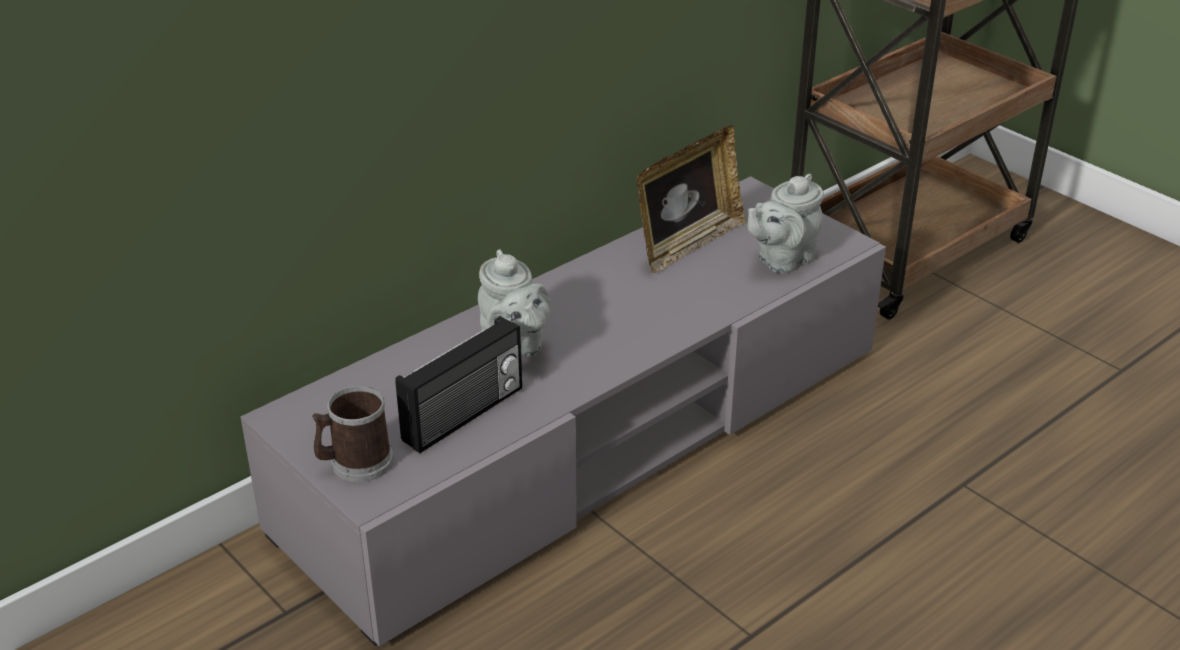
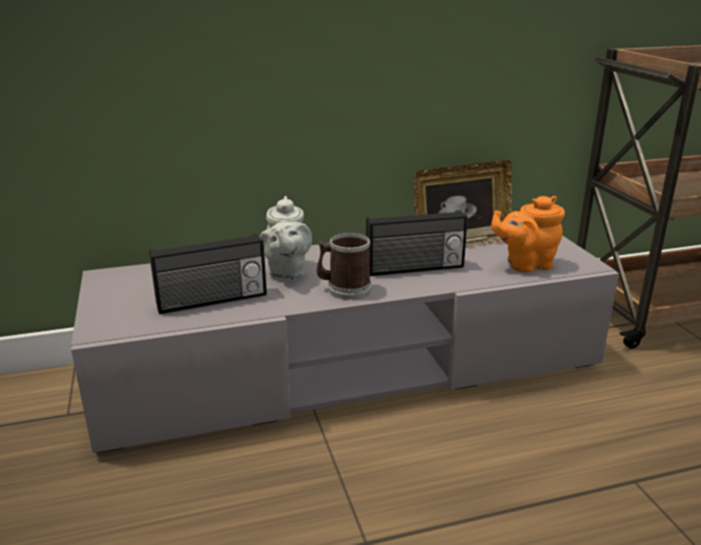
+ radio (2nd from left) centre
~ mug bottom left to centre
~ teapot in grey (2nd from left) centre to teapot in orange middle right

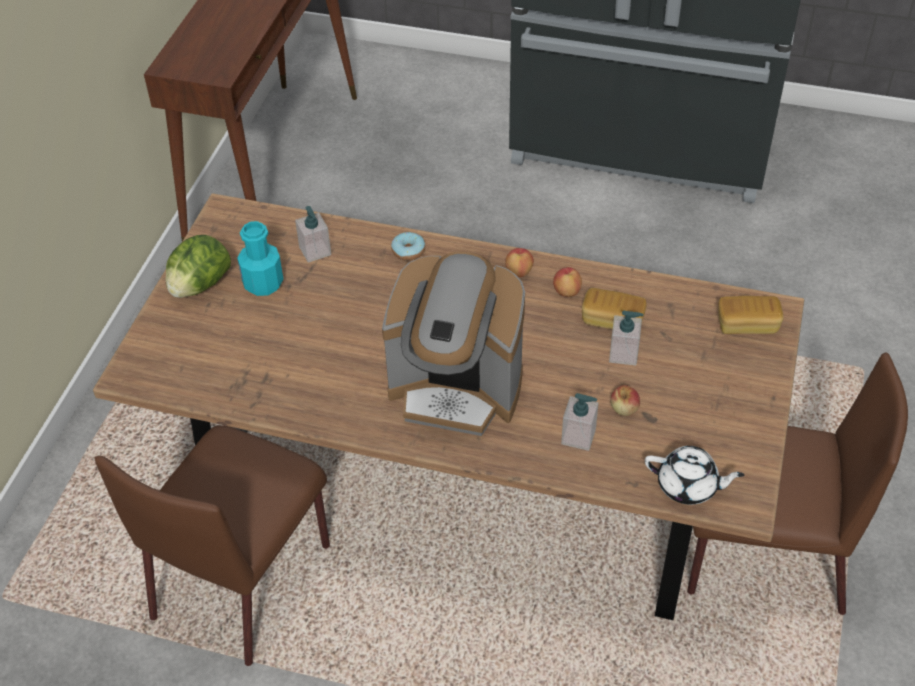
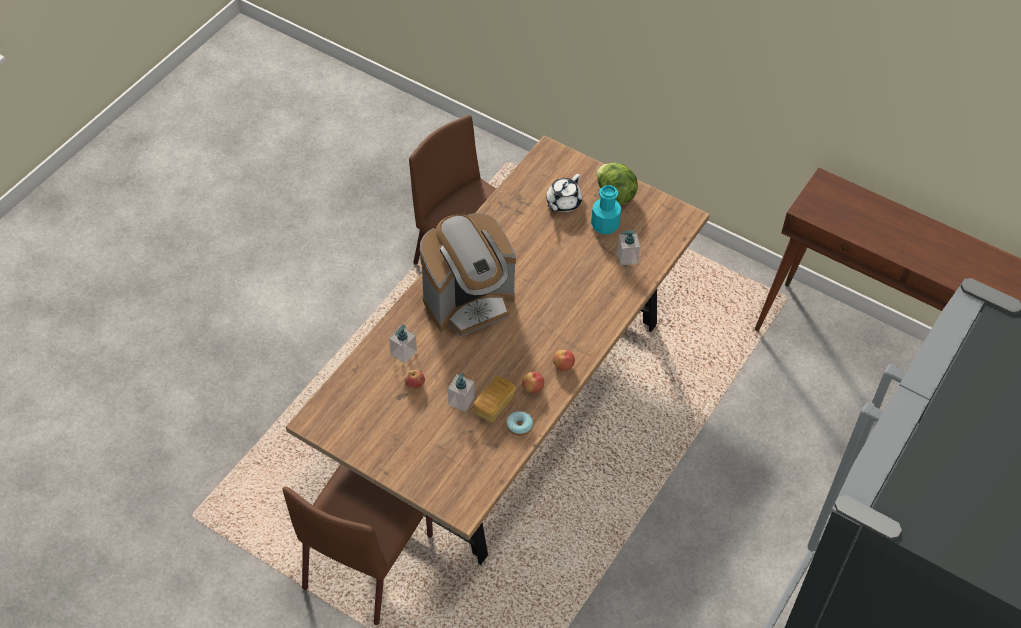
- bread (2nd from left) middle right
~ donut centre to bottom centre
~ teapot in white bottom right to top centre
~ coffee machine centre = centre 150 degrees counterclockwise

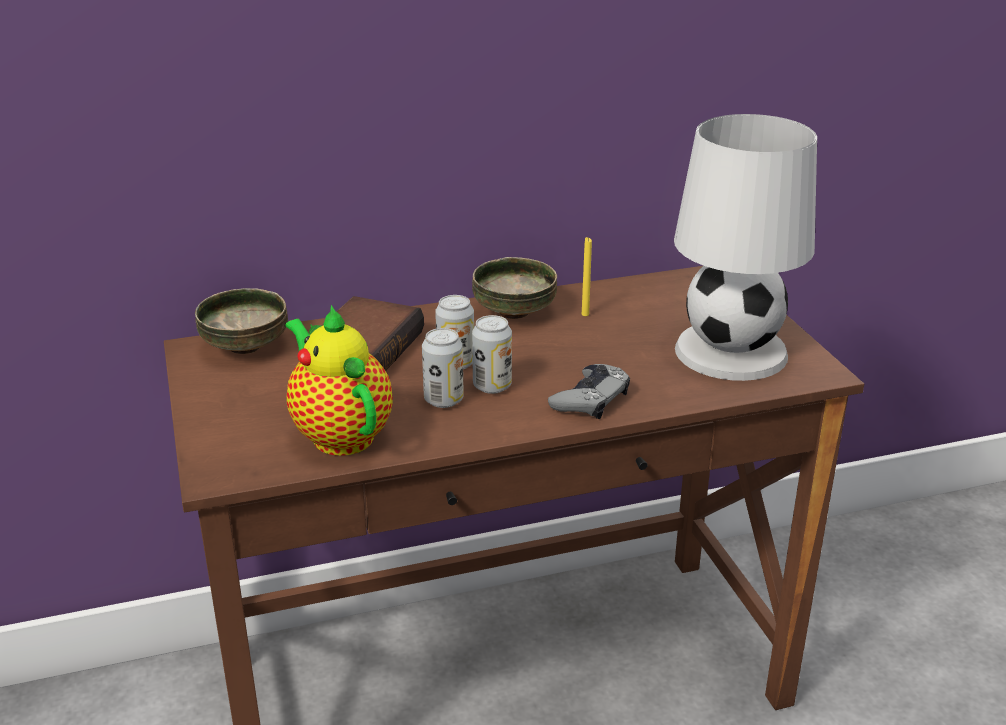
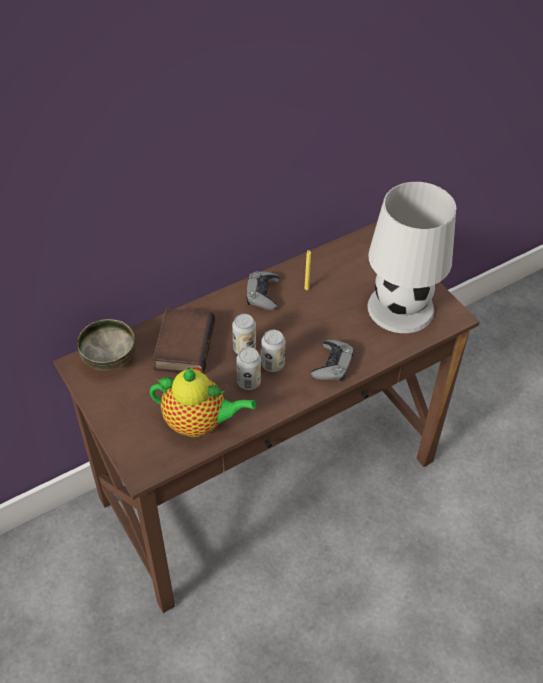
~ bowl (2nd from left) centre to game controller in grey (1st from left) centre
~ teapot centre = centre 150 degrees clockwise

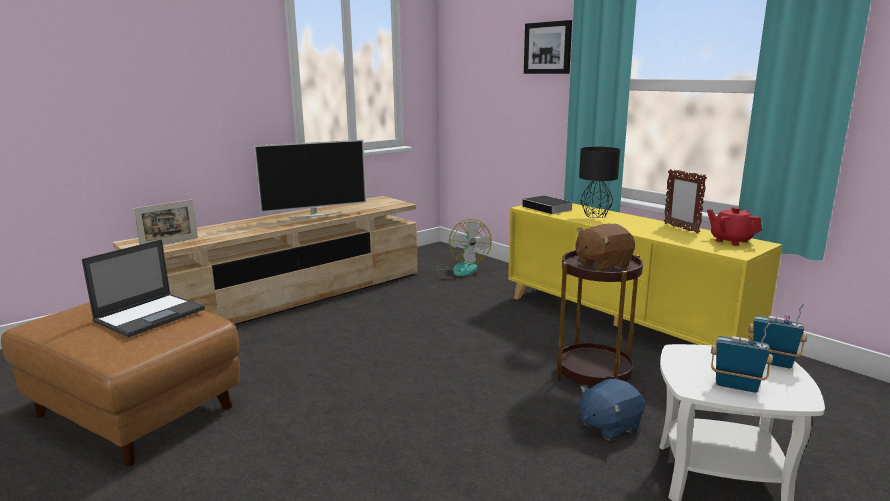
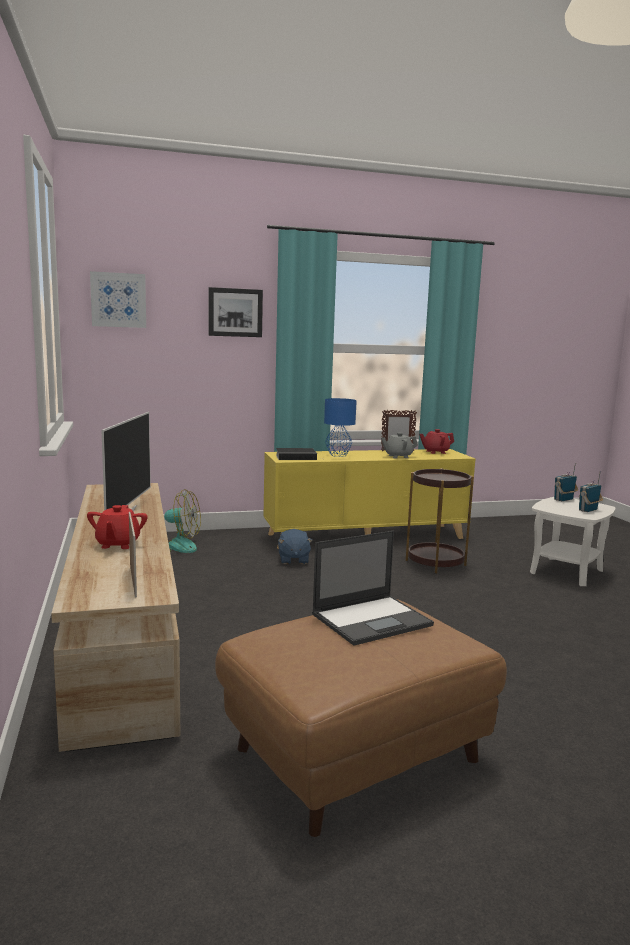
- plush toy in brown middle right
+ teapot in red (1st from left) middle left
+ picture (1st from left) top left
+ teapot in grey centre
~ plush toy in blue bottom right to centre
~ table lamp in black middle right to table lamp in blue centre
~ laptop middle left = centre 90 degrees clockwise

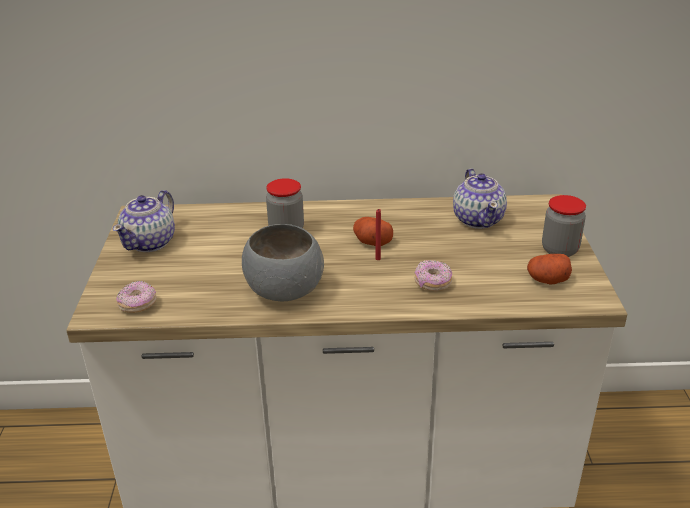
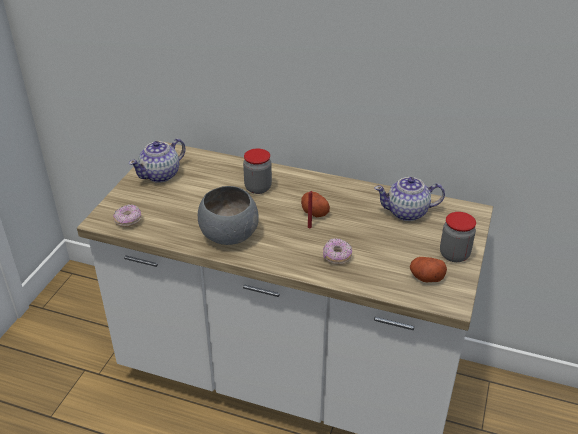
~ teapot (2nd from left) middle right = middle right 75 degrees clockwise

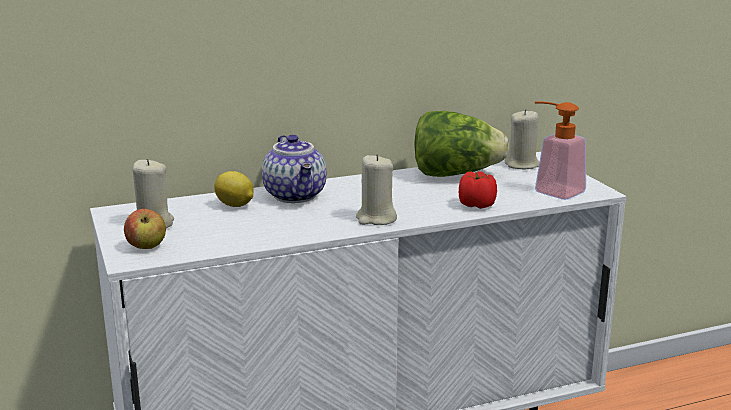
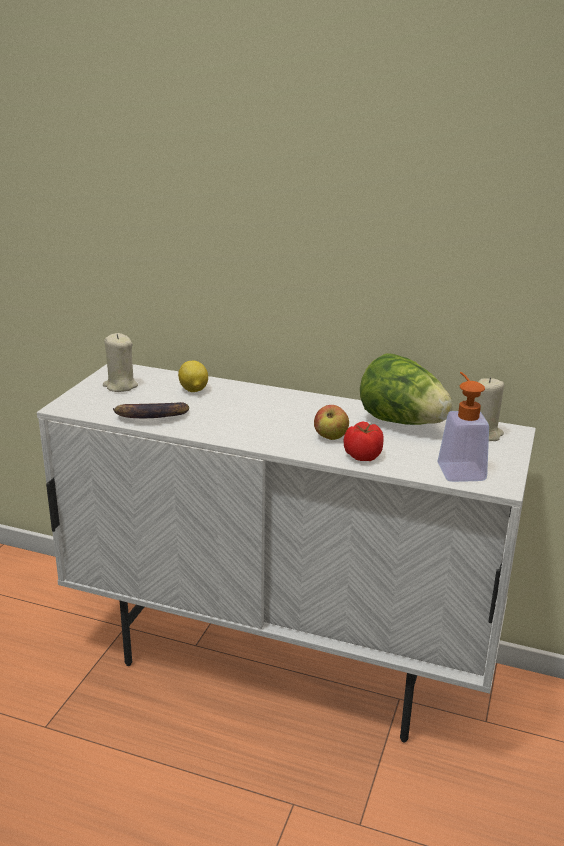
- teapot centre
- candle in beige (2nd from left) centre
+ banana middle left
~ apple middle left to centre

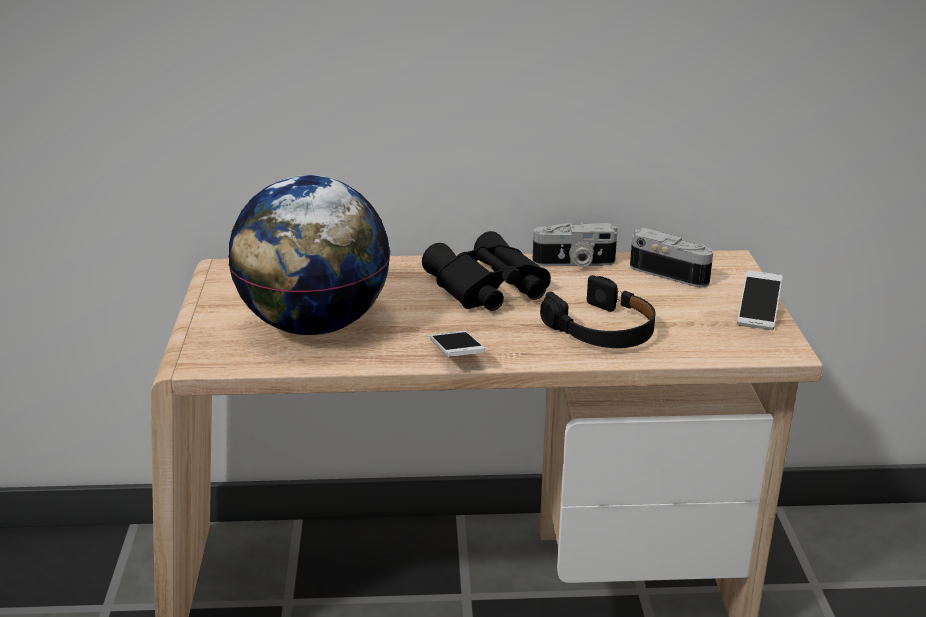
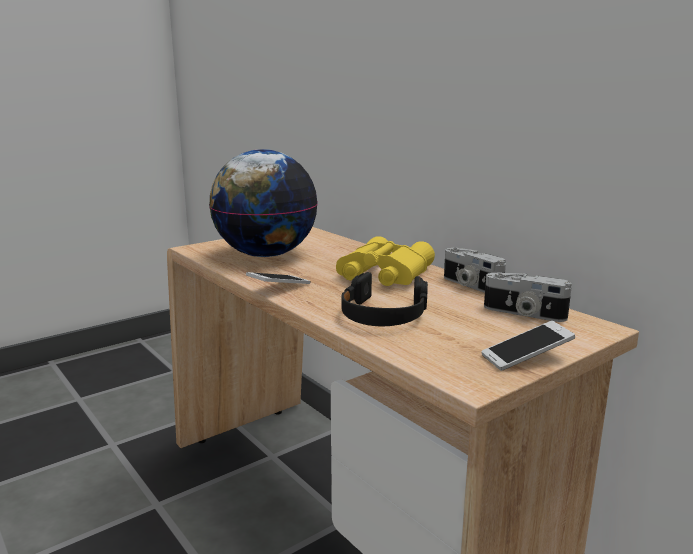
~ binoculars in black centre to binoculars in yellow centre
~ photo camera (2nd from left) middle right = middle right 120 degrees clockwise

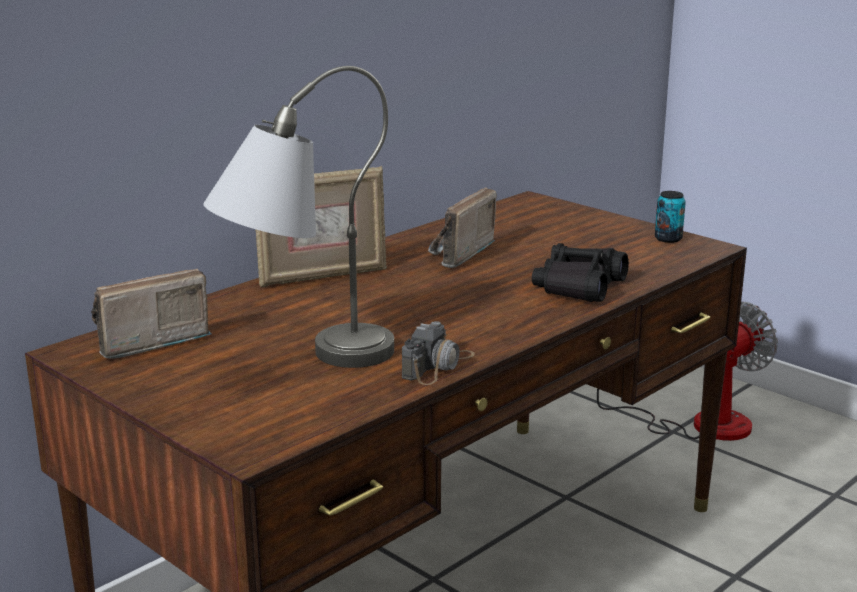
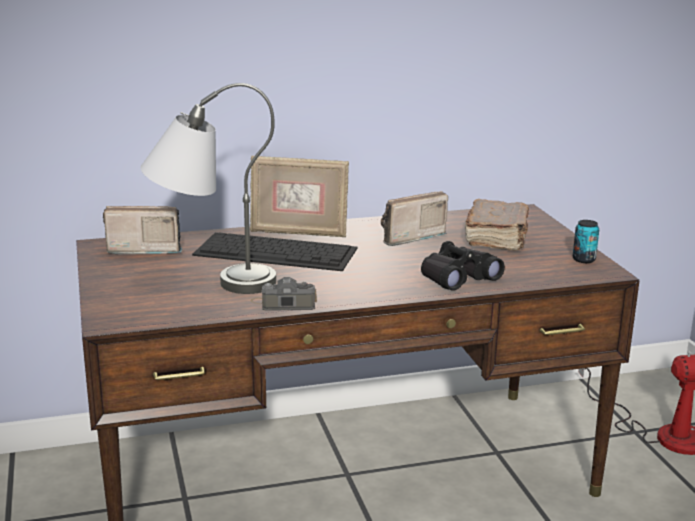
+ keyboard centre
+ book in brown middle right
~ photo camera centre = centre 150 degrees counterclockwise

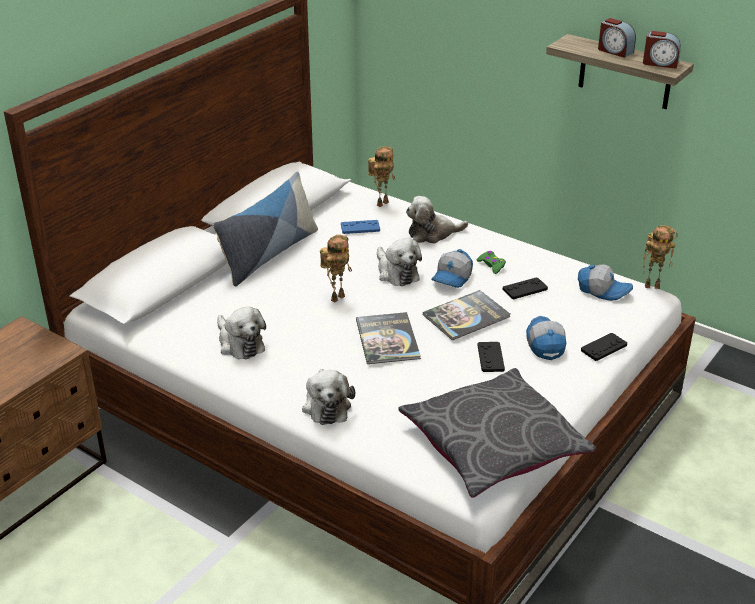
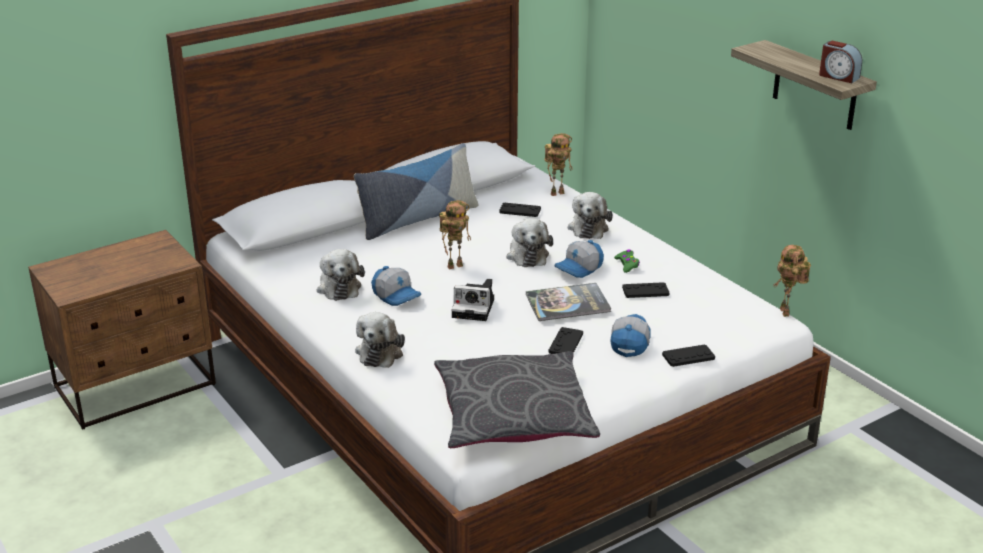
- alarm clock (1st from left) top right
~ cap (3rd from left in the first image) middle right to cap (1st from left) centre
~ book (1st from left) centre to photo camera centre
~ game controller in blue centre to game controller in black (1st from left) centre
~ plush toy (4th from left) centre = centre 90 degrees counterclockwise
~ toy robot (3rd from left) middle right = middle right 60 degrees clockwise

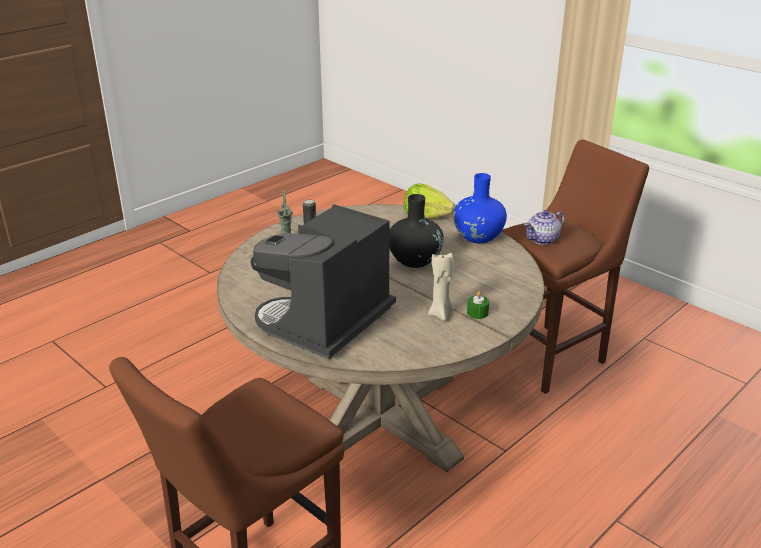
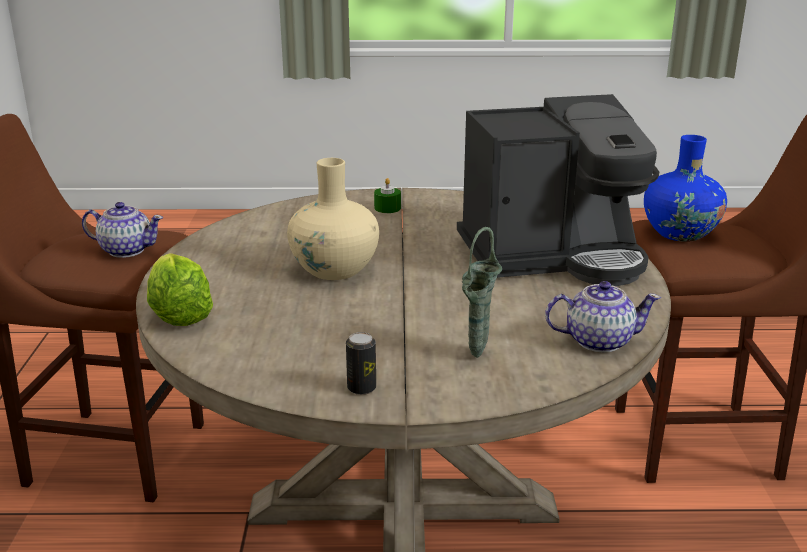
- candle in beige centre
+ teapot (2nd from left) middle right
~ vase in blue centre to middle right
~ vase in black centre to vase in beige centre

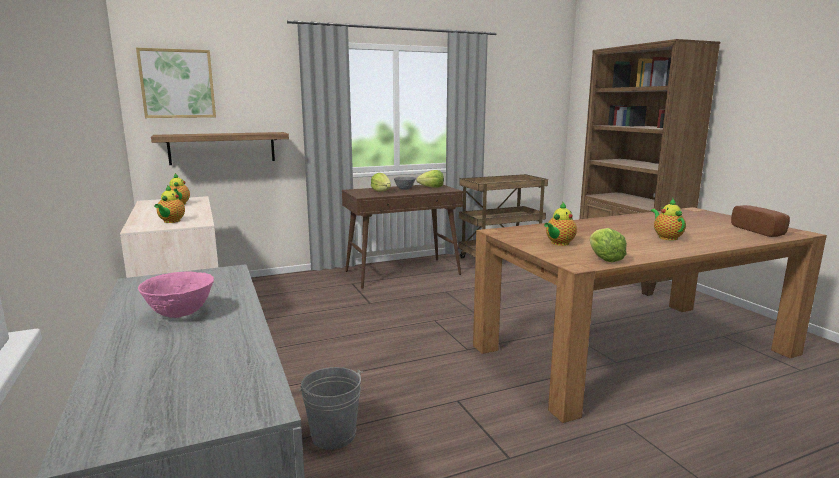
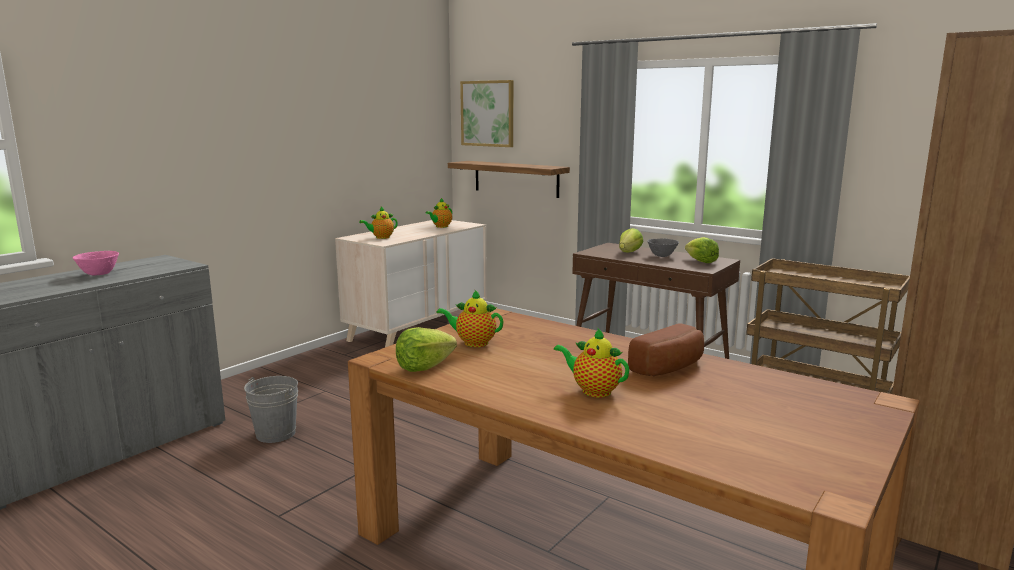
~ bread middle right to centre
~ teapot (4th from left) middle right = centre 105 degrees counterclockwise

